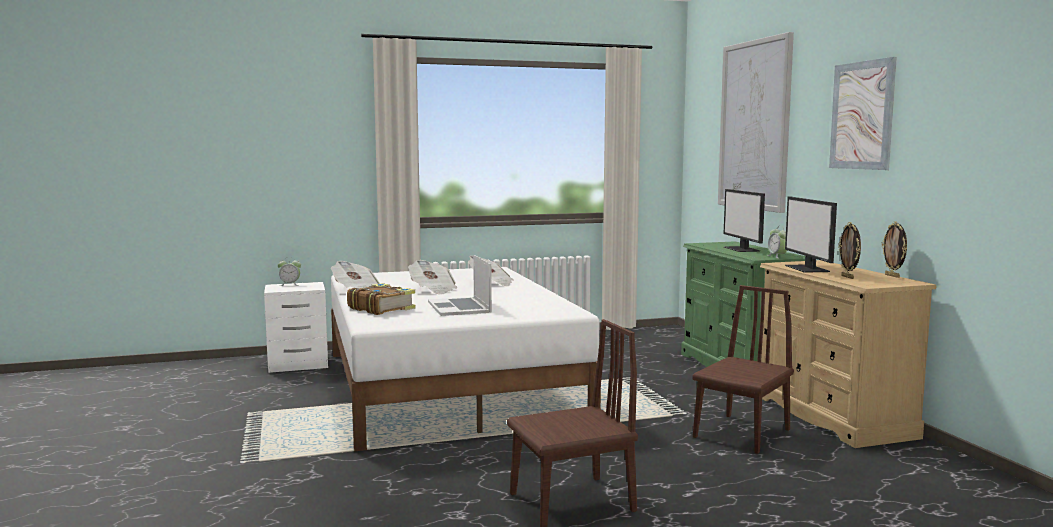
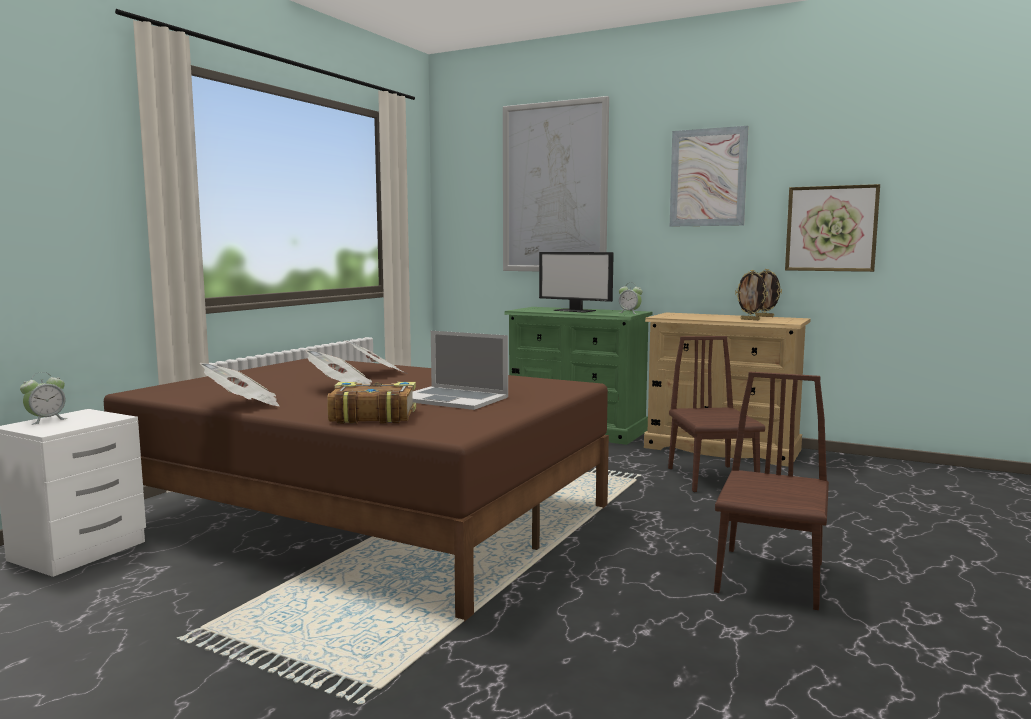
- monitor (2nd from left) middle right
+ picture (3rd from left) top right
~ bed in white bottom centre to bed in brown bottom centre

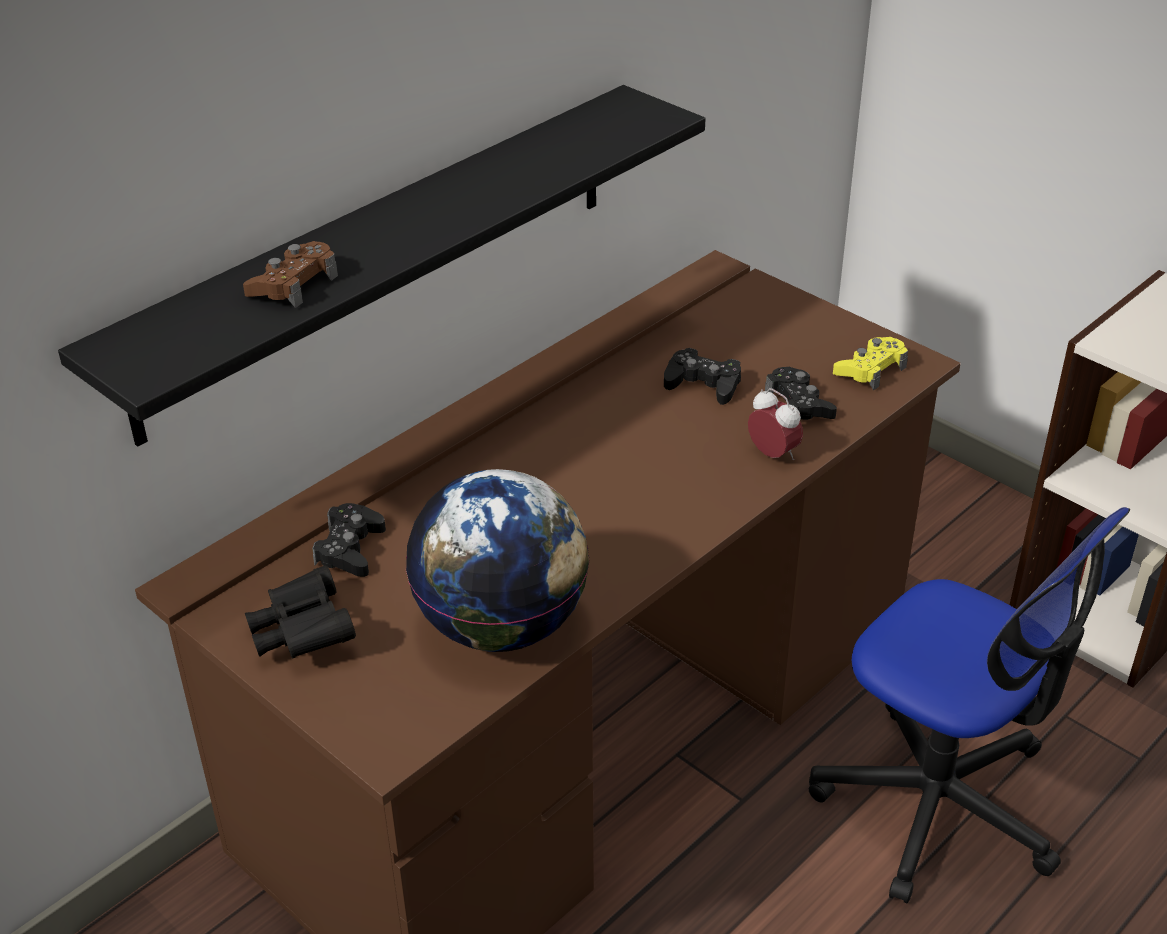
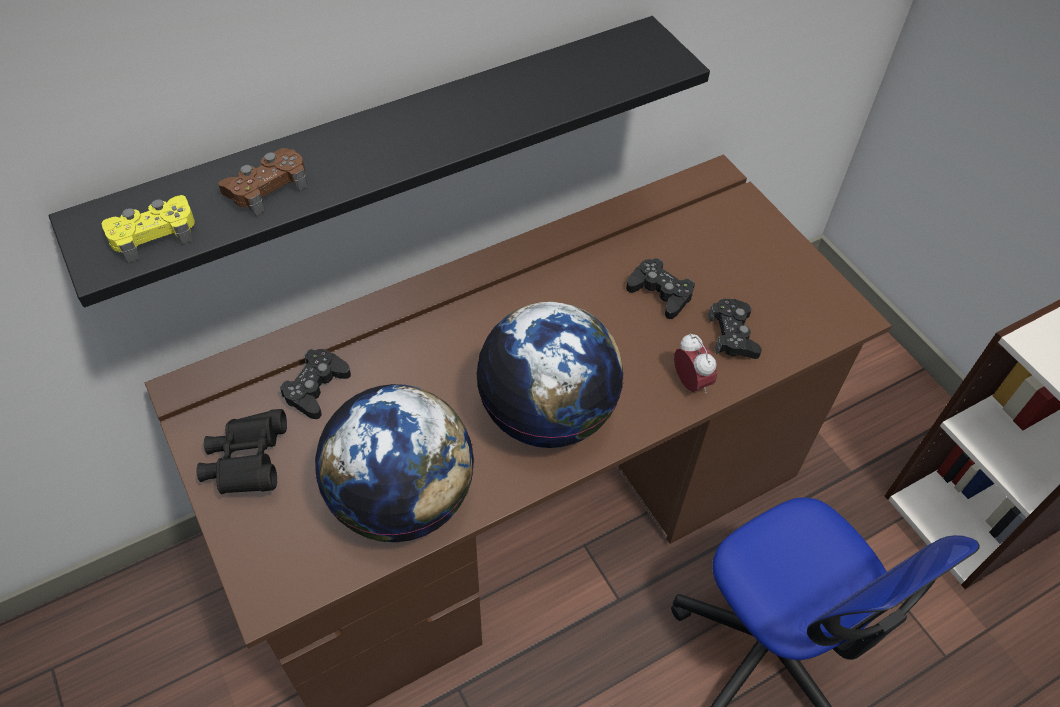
+ globe (2nd from left) centre
~ game controller in yellow middle right to top left

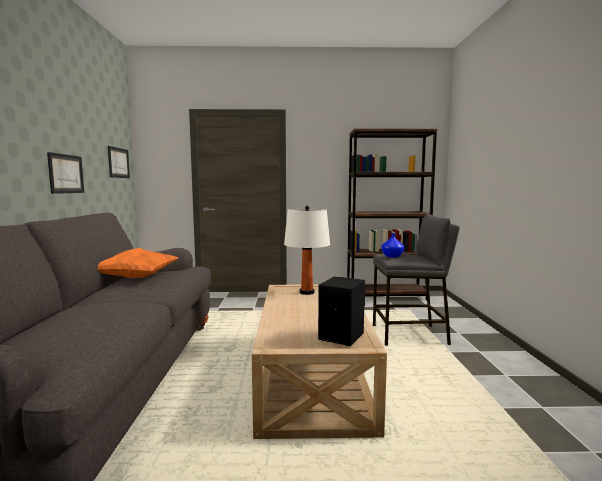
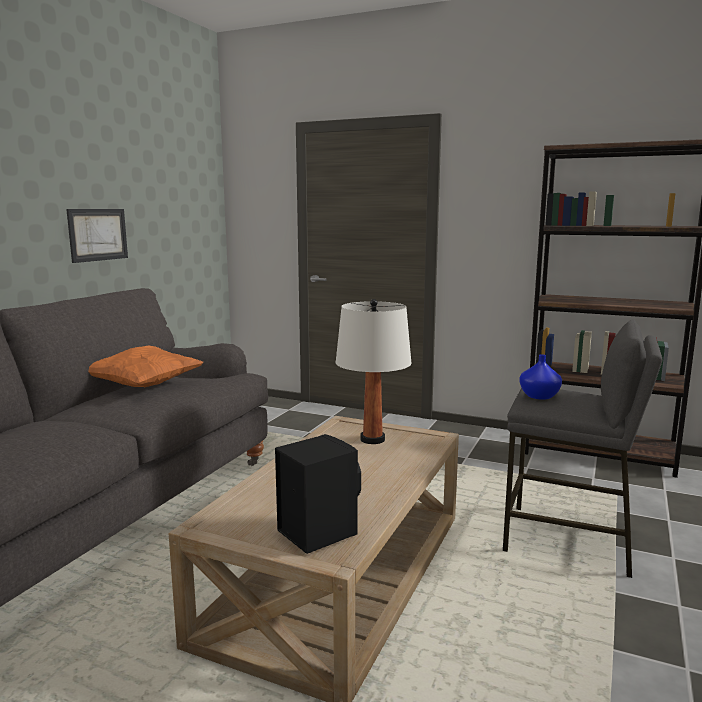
- picture (2nd from left) middle left

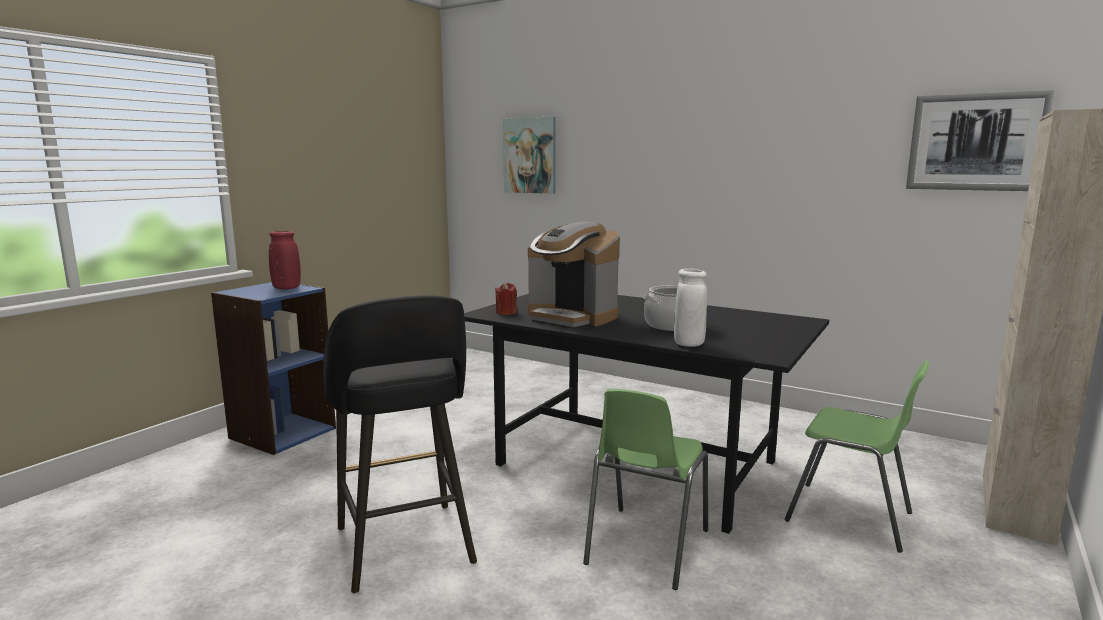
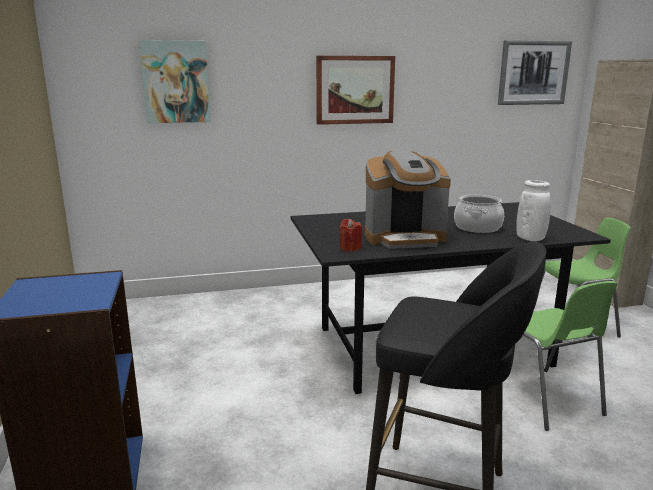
- vase in red middle left
+ picture (2nd from left) top centre

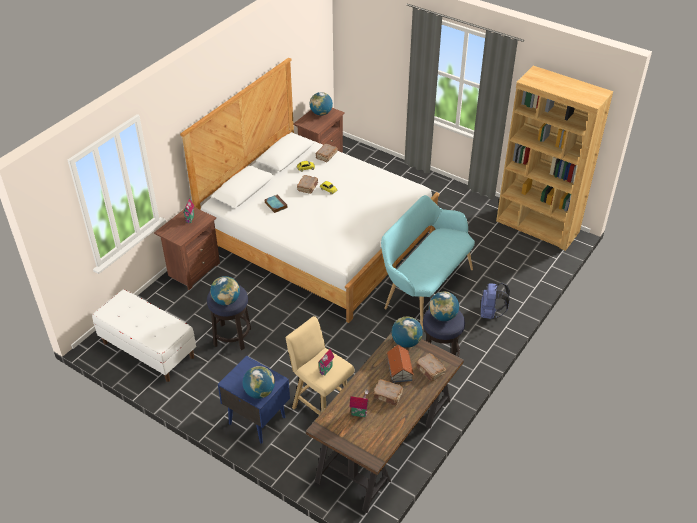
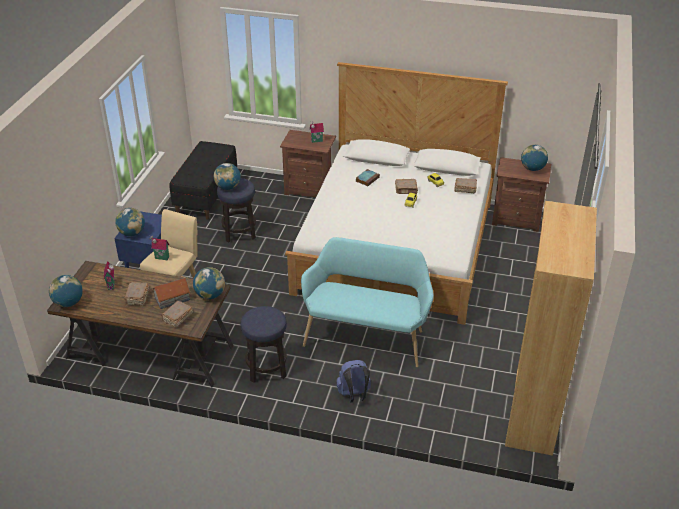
~ globe (5th from left in the first image) centre to globe (1st from left) middle left
~ bench in white middle left to bench in black middle left

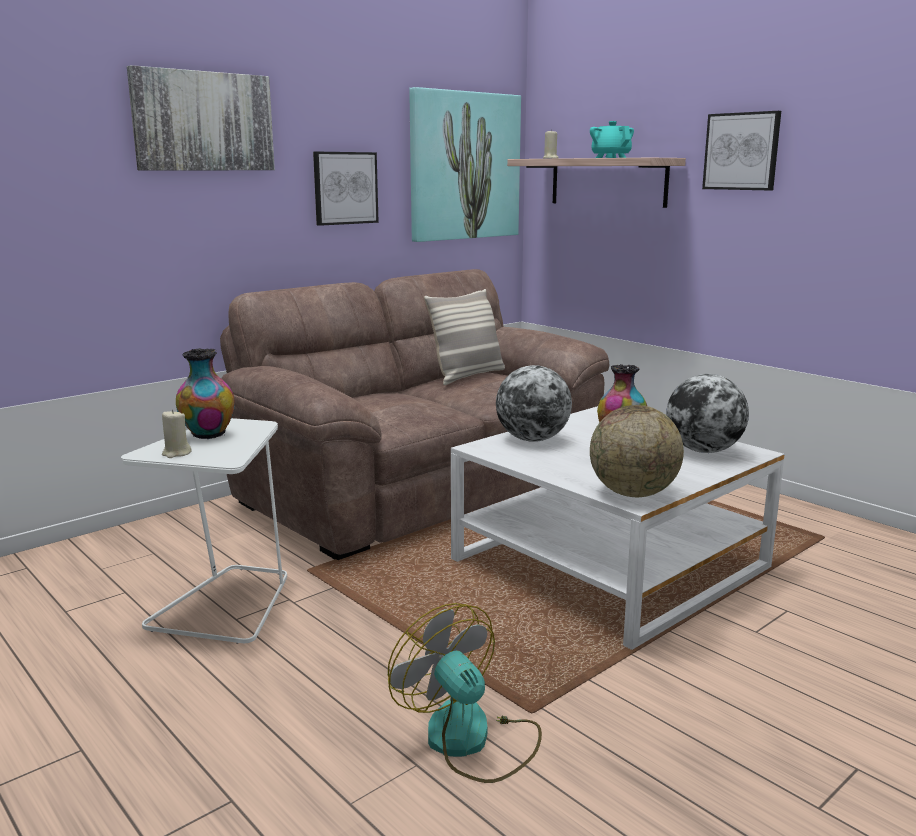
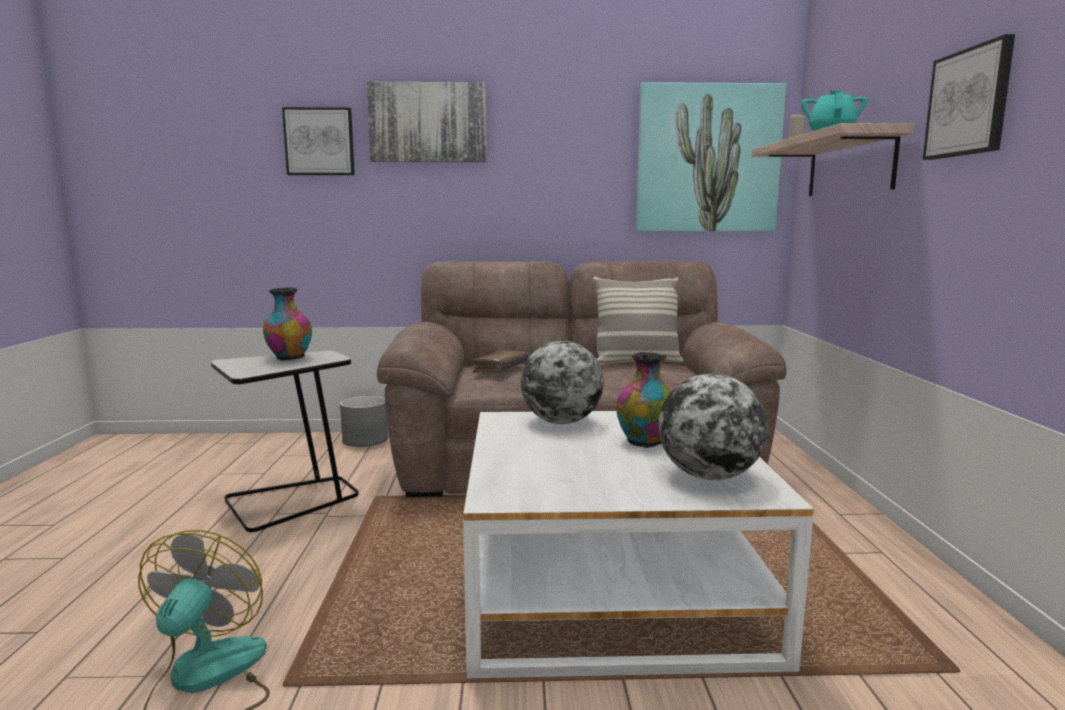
- candle in beige (1st from left) middle left
- globe (2nd from left) middle right
+ planter in grey centre
+ book in brown centre
~ picture (2nd from left in the first image) top centre to picture (1st from left) top left
~ side table in white middle left to side table in black middle left

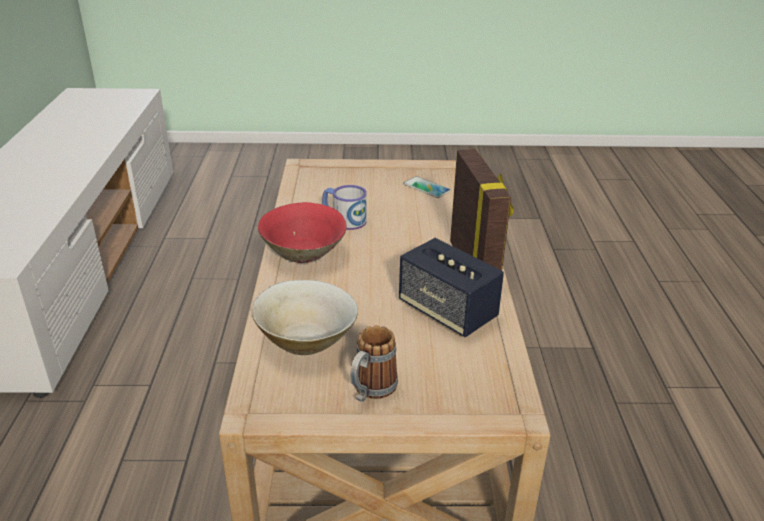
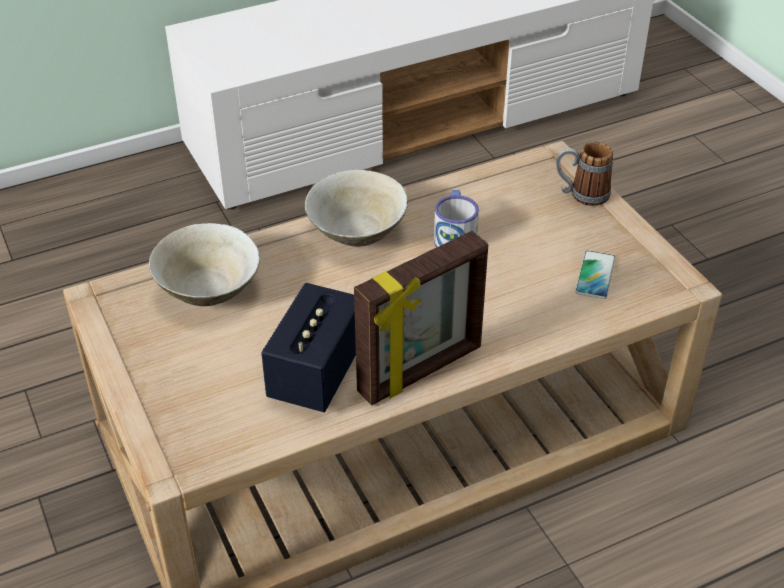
~ mug (2nd from left) bottom centre to top right
~ bowl in red centre to bowl in beige (2nd from left) centre

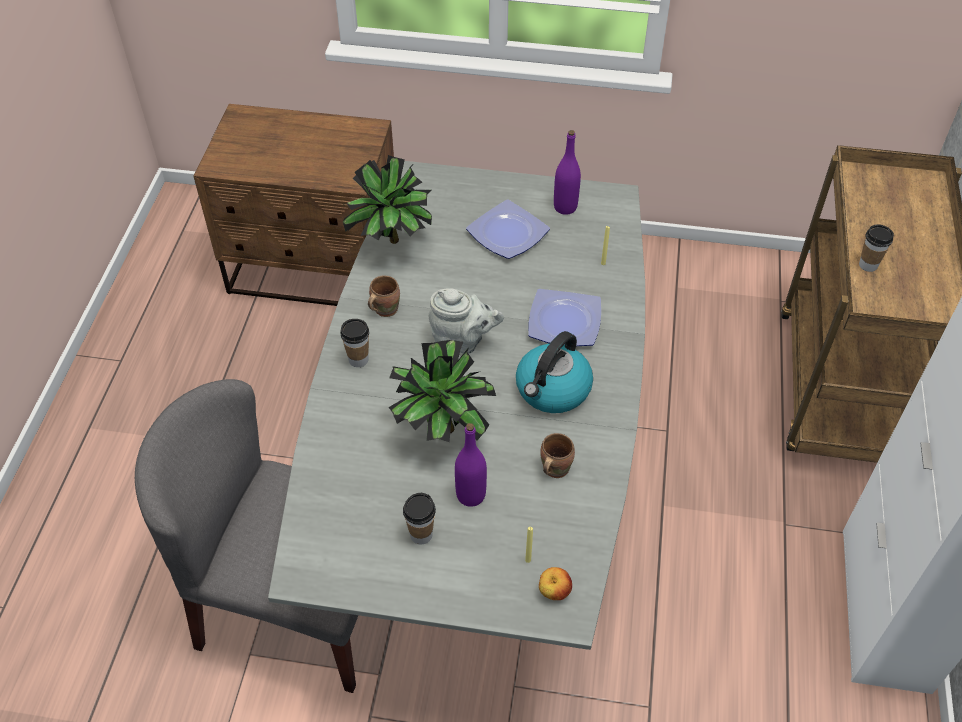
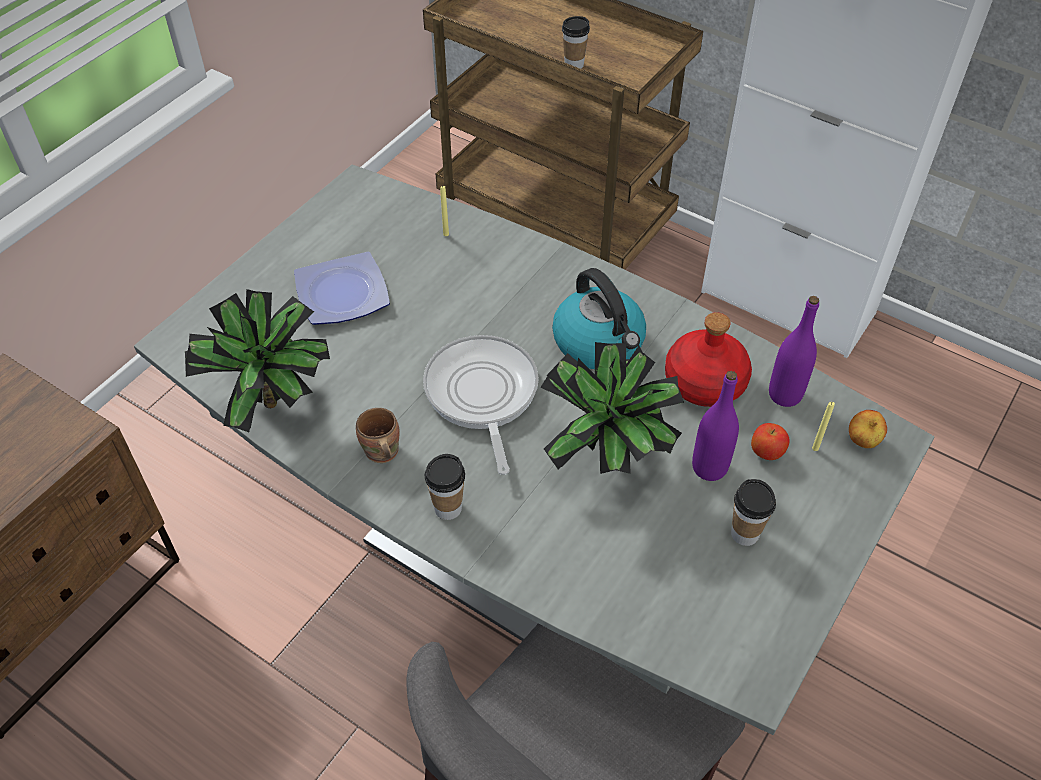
- plate (2nd from left) centre
+ apple (1st from left) middle right
~ bottle in purple (2nd from left) top centre to middle right
~ teapot in grey centre to frying pan centre
~ mug in brown (2nd from left) centre to bottle in red middle right

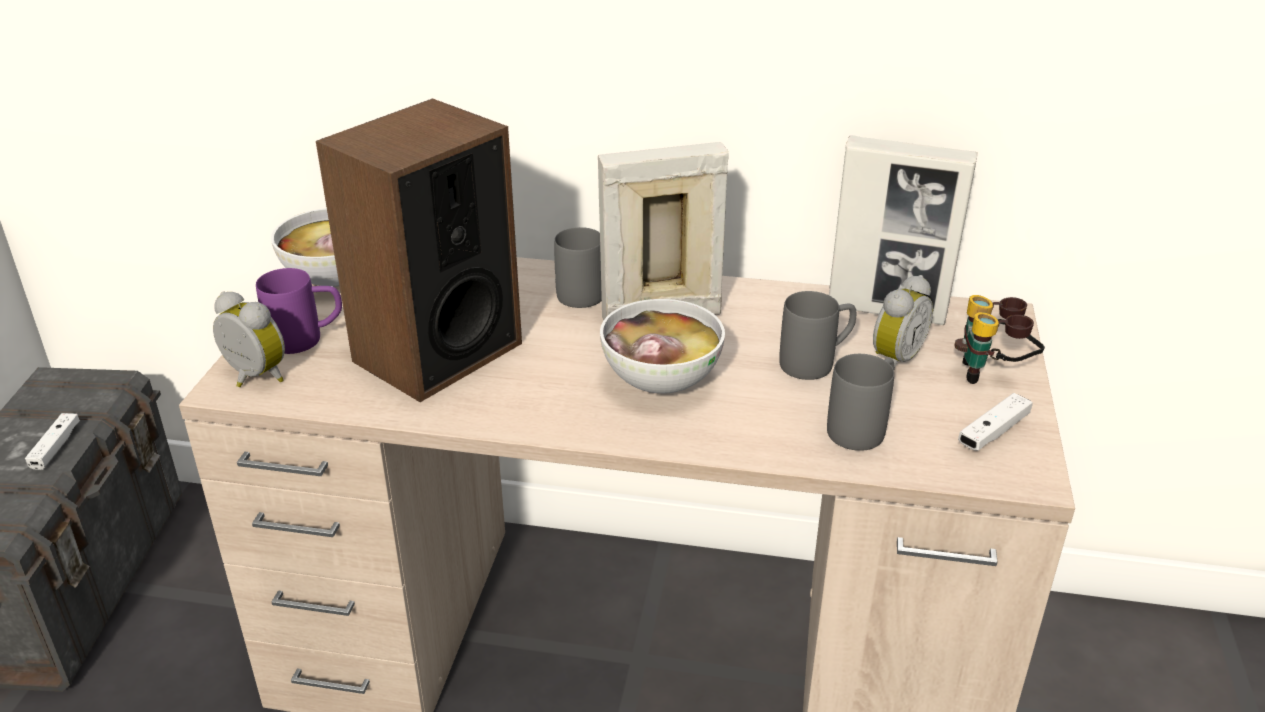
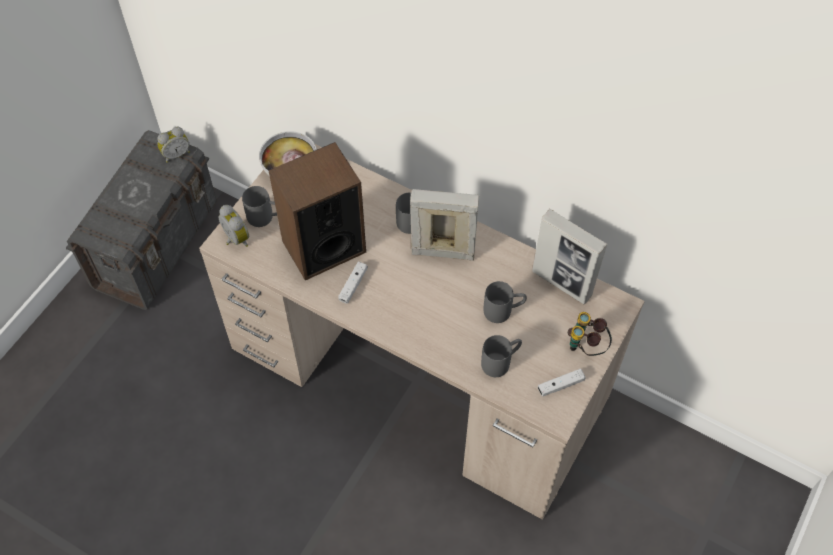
- bowl (2nd from left) centre
~ game controller in white (1st from left) middle left to centre
~ alarm clock (2nd from left in the first image) middle right to alarm clock (1st from left) top left
~ mug in purple middle left to mug in grey (1st from left) middle left

